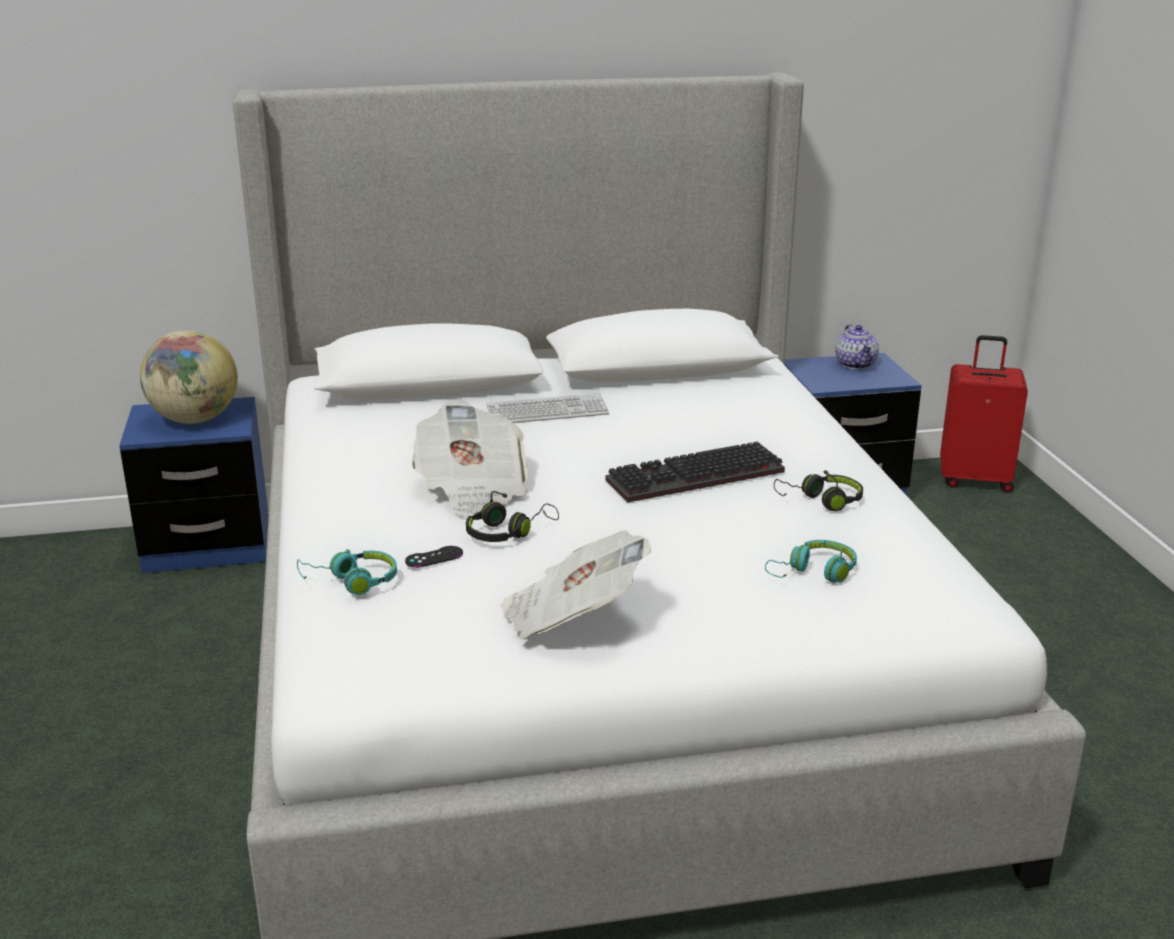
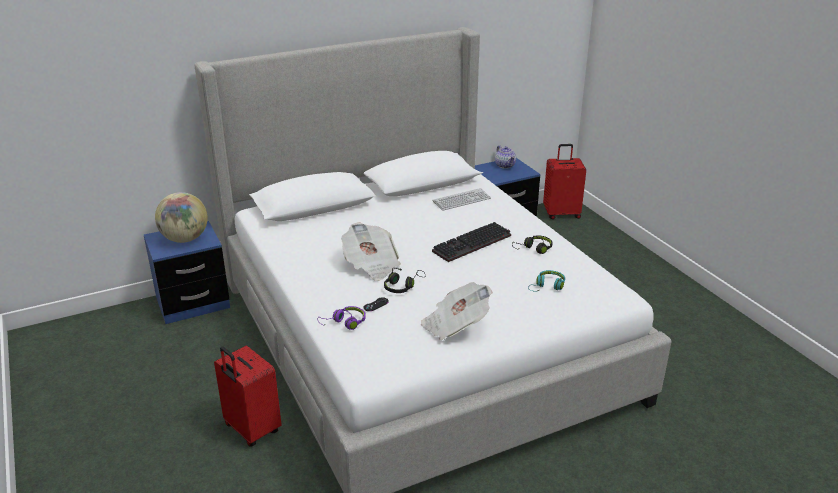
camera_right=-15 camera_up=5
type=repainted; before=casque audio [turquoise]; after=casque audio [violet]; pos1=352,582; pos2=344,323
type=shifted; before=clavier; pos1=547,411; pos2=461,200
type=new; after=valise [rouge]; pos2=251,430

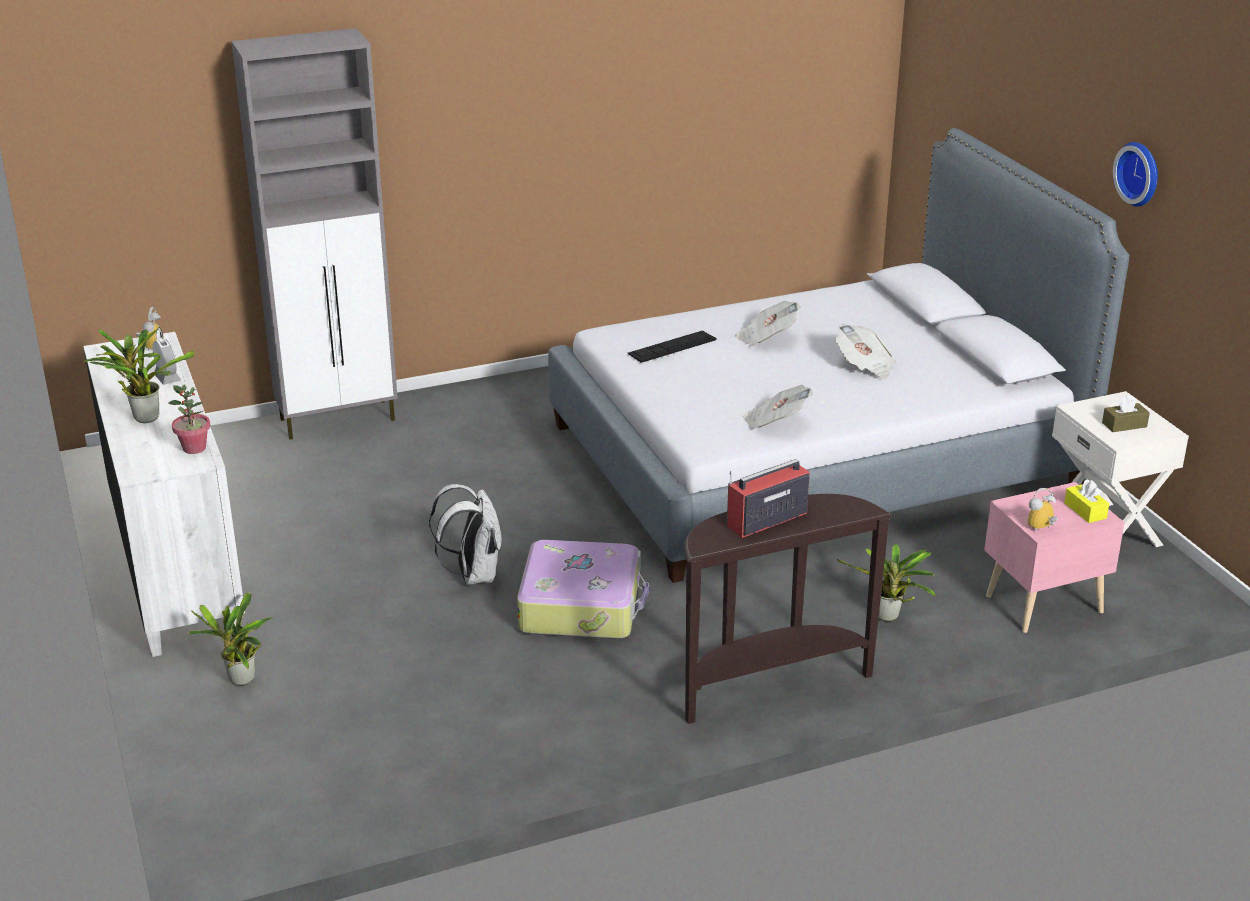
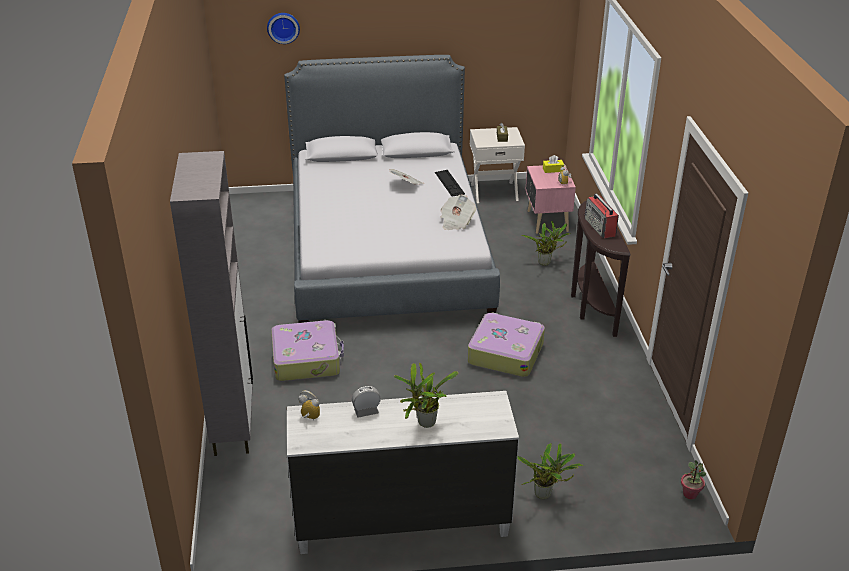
camera_right=-75 camera_up=5
type=shifted; before=plante en pot; pos1=194,448; pos2=690,494
type=gone; before=sac à dos [blanc]; pos1=473,574
type=shifted; before=clavier; pos1=672,346; pos2=449,183
type=gone; before=journal; pos1=766,338
type=shifted; before=horloge murale; pos1=1140,173; pos2=283,27
type=new; after=valise; pos2=307,359

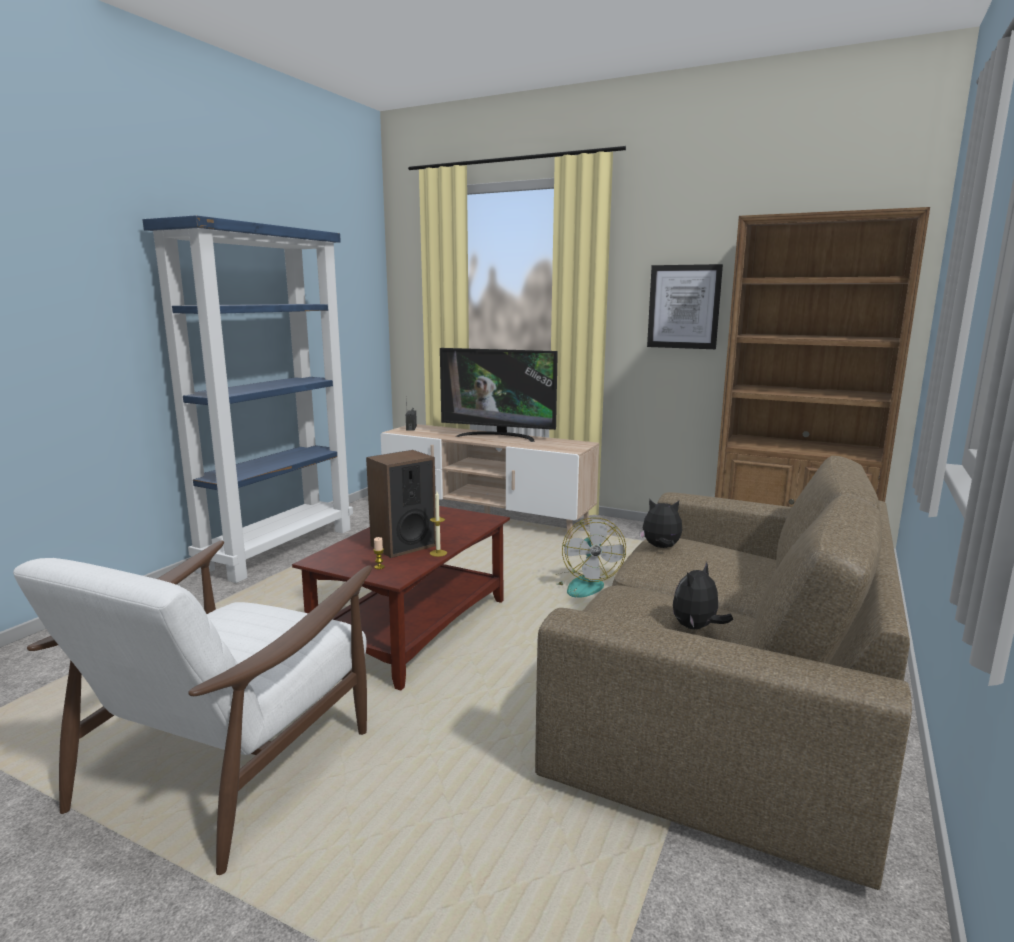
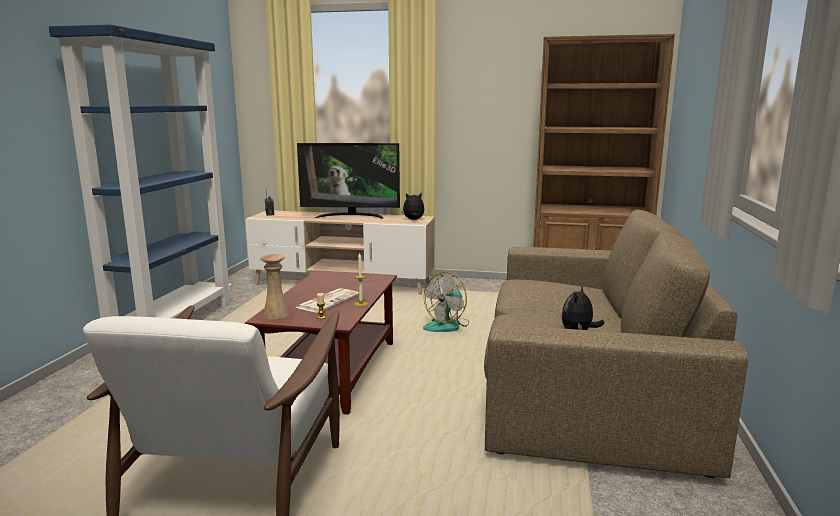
camera_right=-15 camera_up=0
type=swapped; before=enceinte; after=journal; pos1=403,545; pos2=328,301
type=rotated; before=ventilateur; pos1=582,584; pos2=447,326; turn=60
type=shifted; before=peluche; pos1=661,548; pos2=413,220
type=gone; before=tableau; pos1=684,307
type=new; after=vase [beige]; pos2=276,314

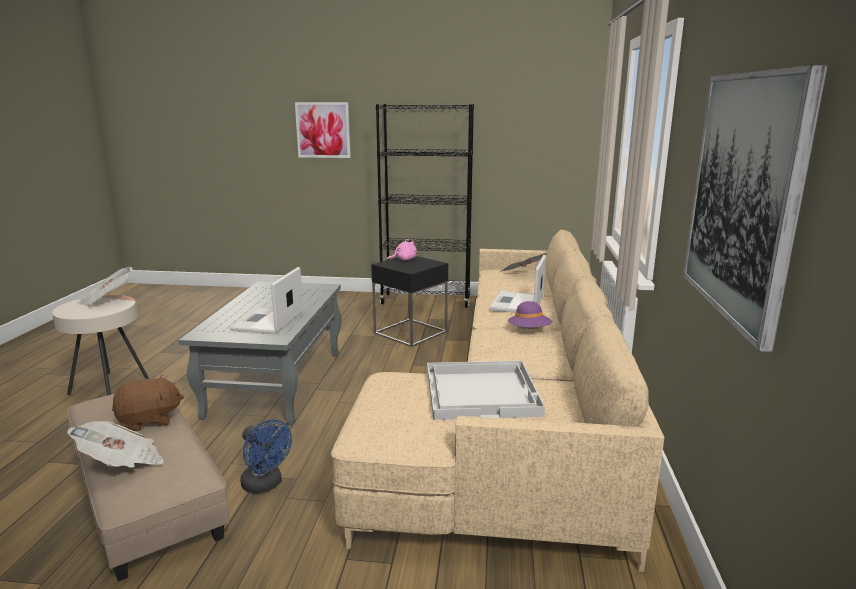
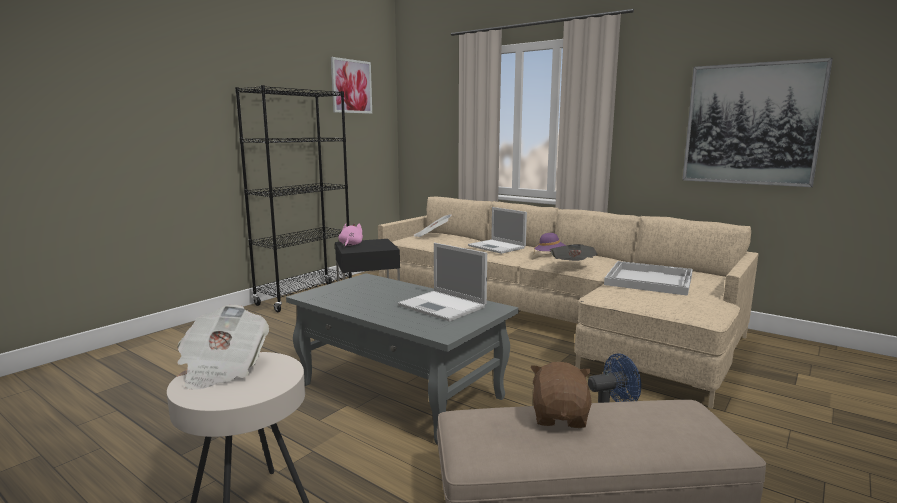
camera_right=-60 camera_up=-5
type=shifted; before=journal; pos1=122,463; pos2=573,266
type=shifted; before=tableau; pos1=323,130; pos2=351,86

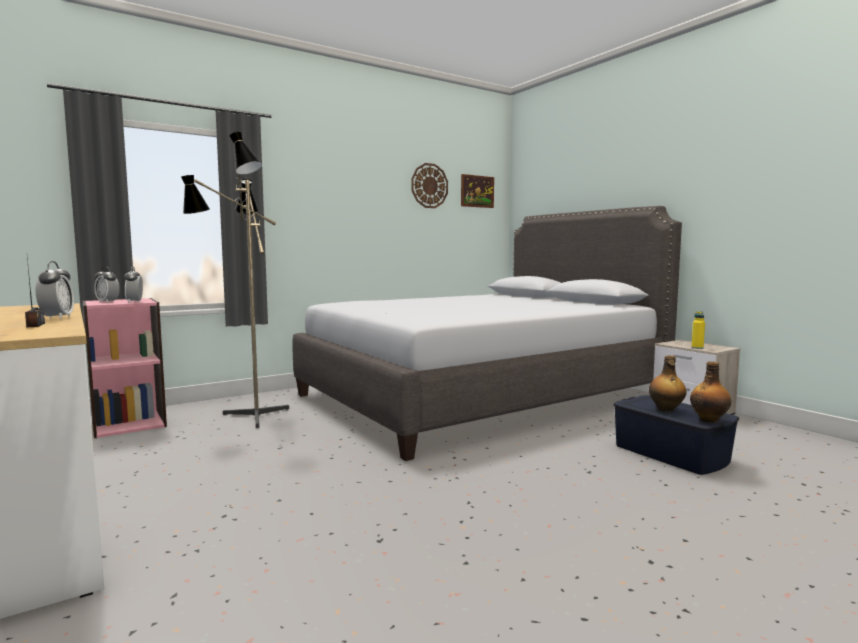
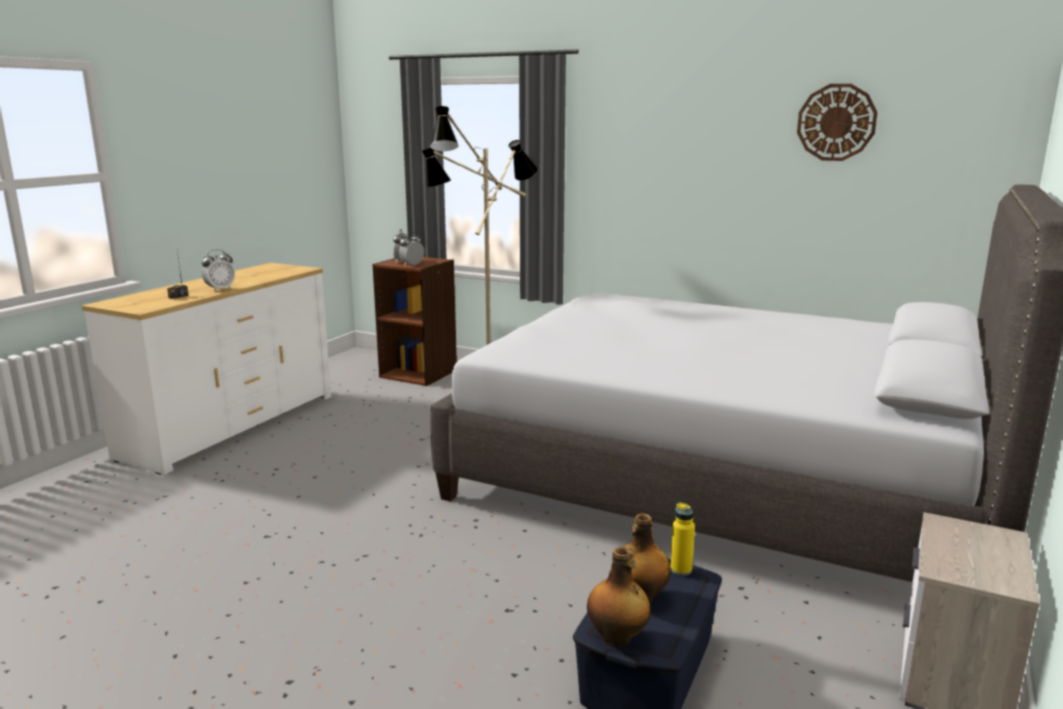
camera_right=60 camera_up=10
type=repainted; before=bibliothèque [rose]; after=bibliothèque [marron]; pos1=129,424; pos2=419,373
type=gone; before=tableau; pos1=477,191
type=shifted; before=bouteille [jaune]; pos1=697,348; pos2=681,570

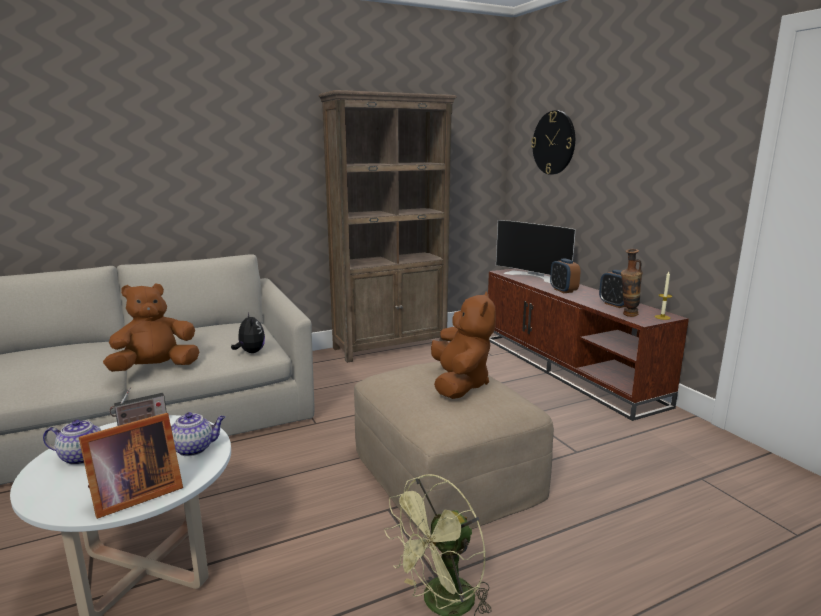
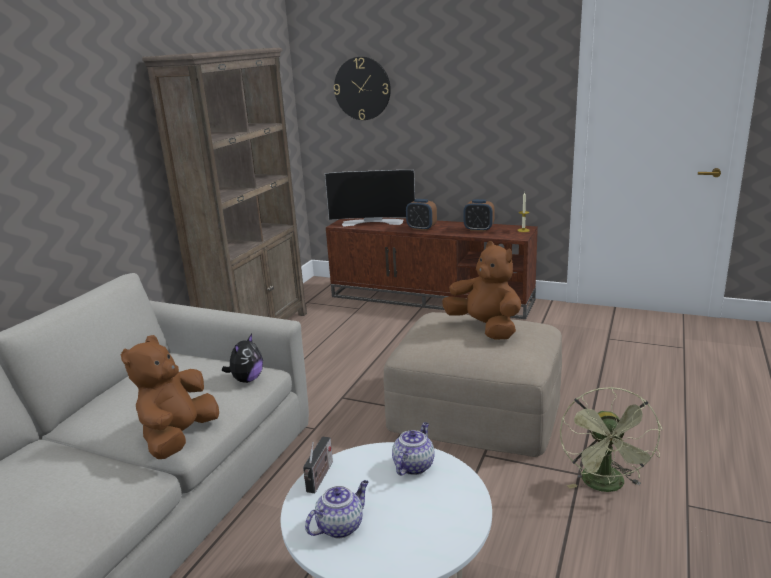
camera_right=-40 camera_up=5
type=gone; before=cadre photo; pos1=133,495
type=rotated; before=peluche; pos1=250,352; pos2=247,379; turn=90
type=gone; before=vase; pos1=627,315

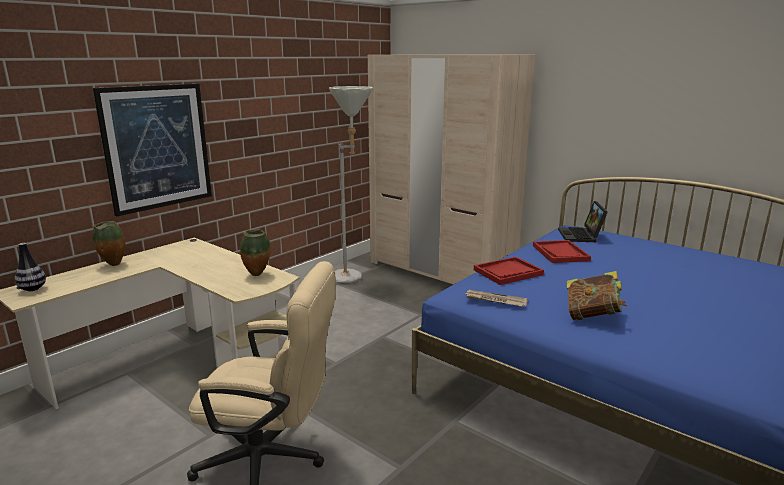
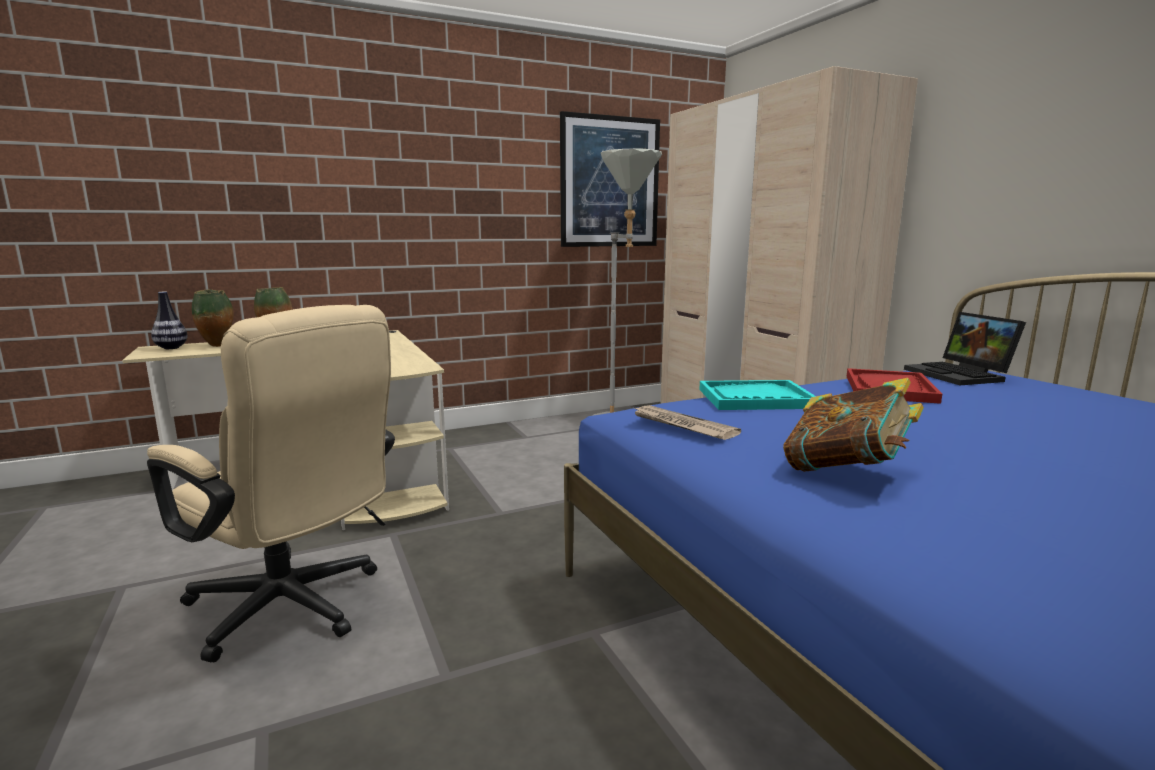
camera_right=25 camera_up=-5
type=shifted; before=tableau; pos1=157,147; pos2=610,182
type=shifted; before=vase; pos1=258,275; pos2=218,346
type=repainted; before=plateau [rouge]; after=plateau [turquoise]; pos1=508,272; pos2=755,398
type=rotated; before=ordinateur portable; pos1=581,236; pos2=961,375; turn=-45

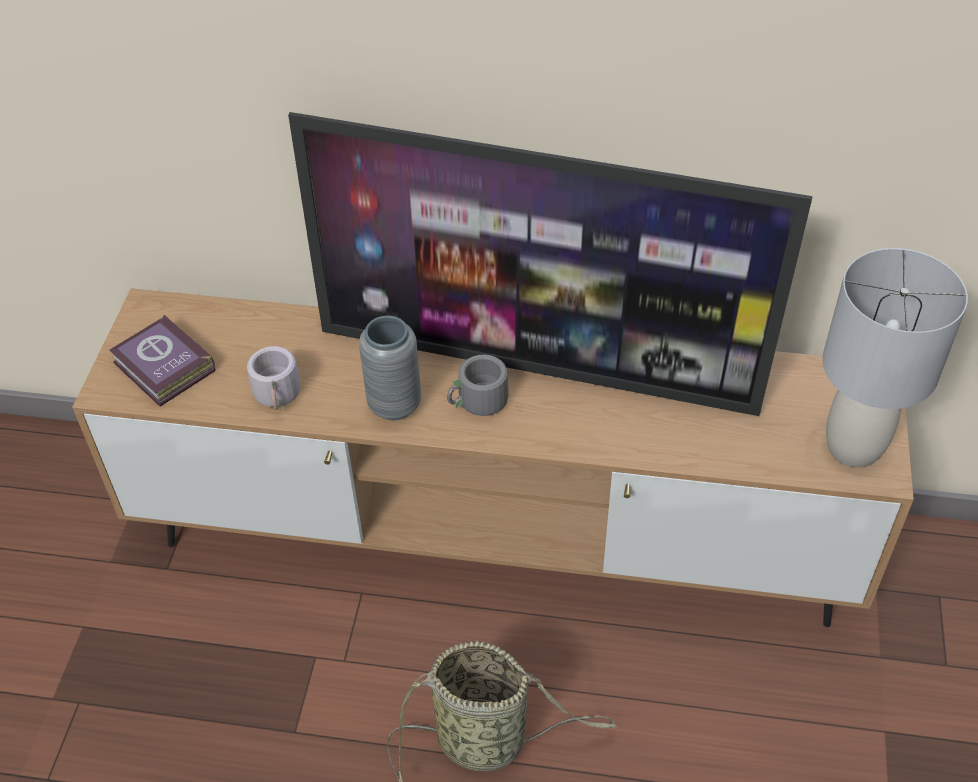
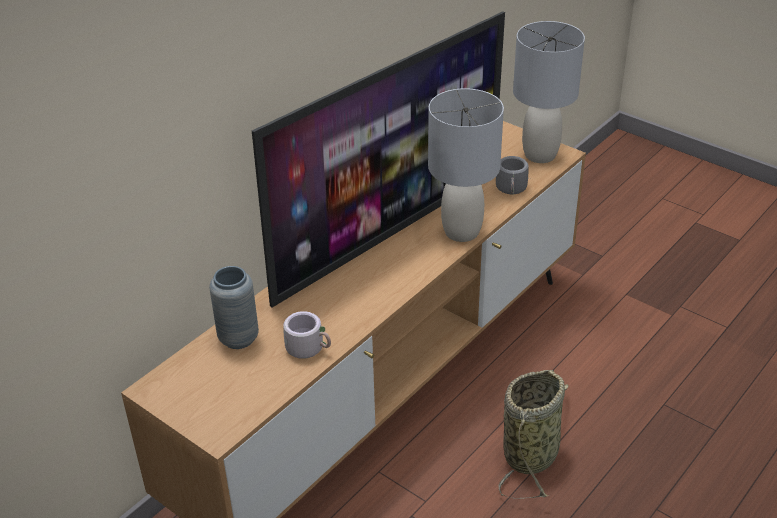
camera_right=-60 camera_up=-10
type=gone; before=livre; pos1=164,369
type=shifted; before=vase [gris]; pos1=394,405; pos2=238,338
type=shifted; before=mug [gris]; pos1=479,404; pos2=513,189
type=new; after=lampe de table [gris]; pos2=462,232

